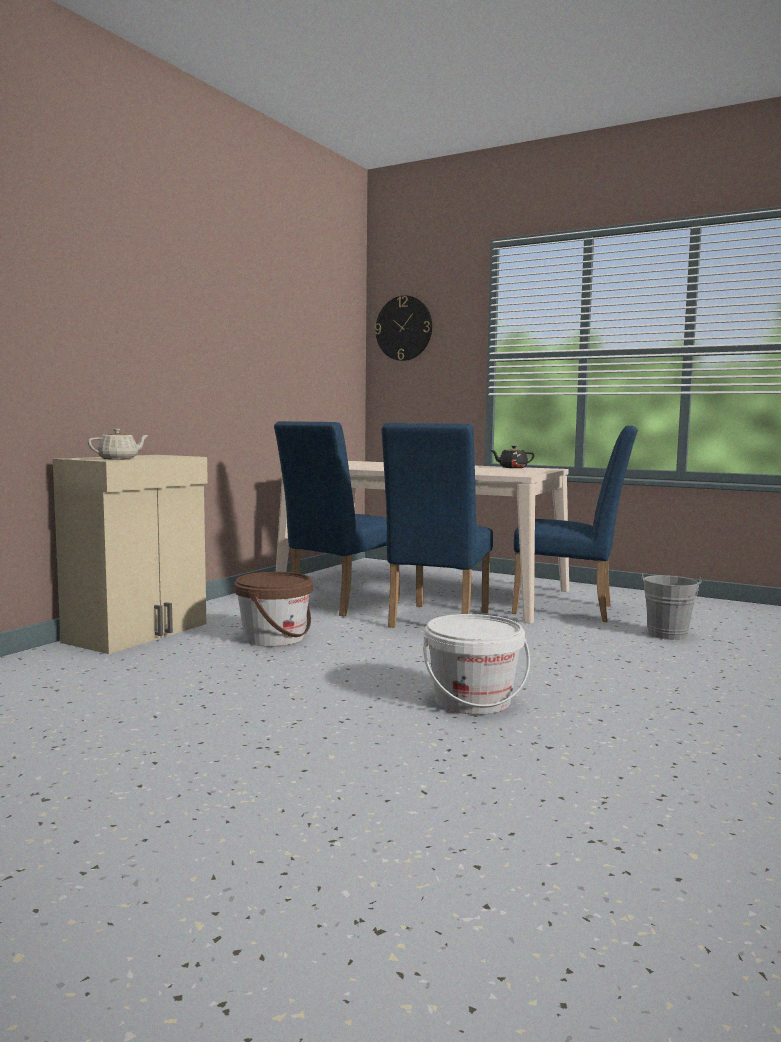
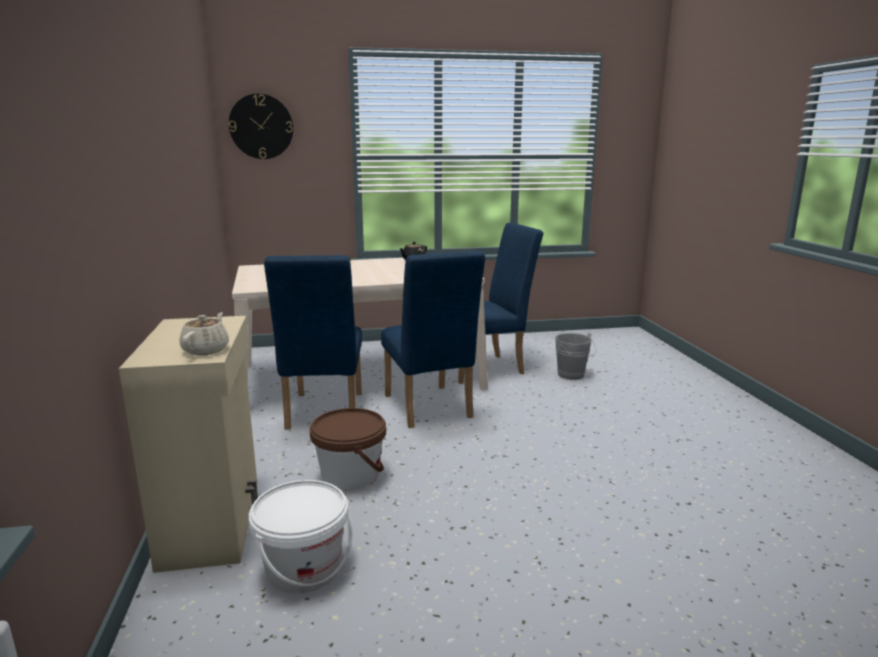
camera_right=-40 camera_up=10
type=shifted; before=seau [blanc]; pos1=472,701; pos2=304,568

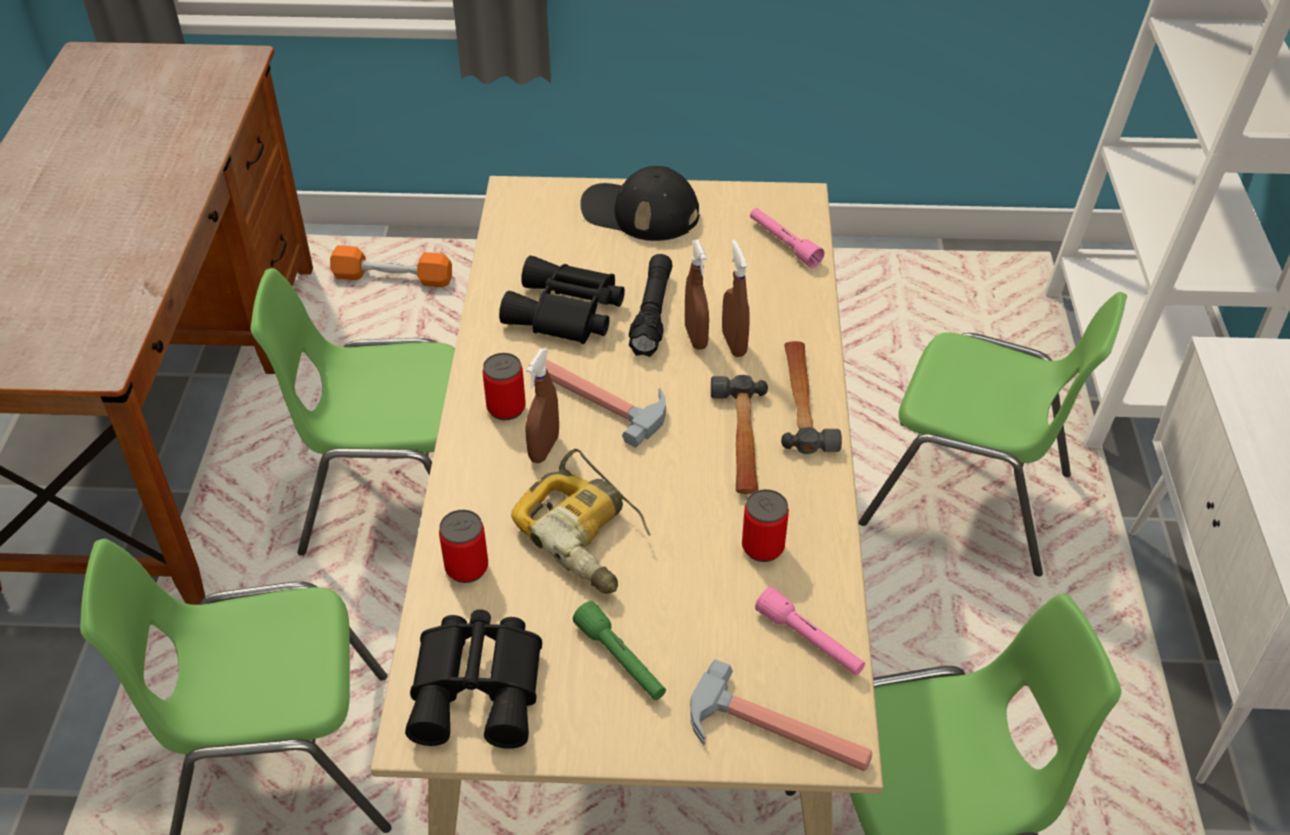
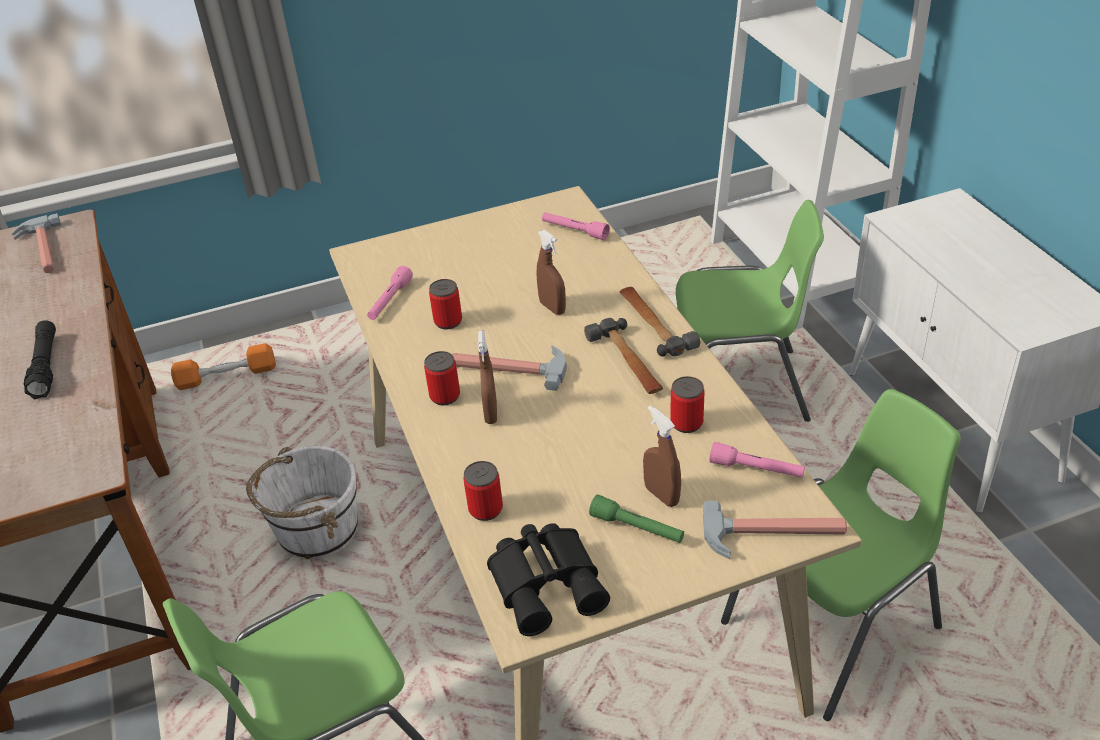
camera_right=-20 camera_up=-5
type=swapped; before=chaise [vert]; after=seau [blanc]; pos1=394,497; pos2=316,530
type=swapped; before=jumelles [noir]; after=boîte métallique; pos1=565,313; pos2=448,321
type=gone; before=perceuse; pos1=588,534
type=gone; before=casquette [noir]; pos1=639,212
type=shifted; before=lampe de poche [noir]; pos1=652,314; pos2=45,366
type=shifted; before=vaporisateur [marron]; pos1=734,344; pos2=661,495
type=new; after=marteau; pos2=41,250
type=new; after=lampe de poche [rose]; pos2=390,301

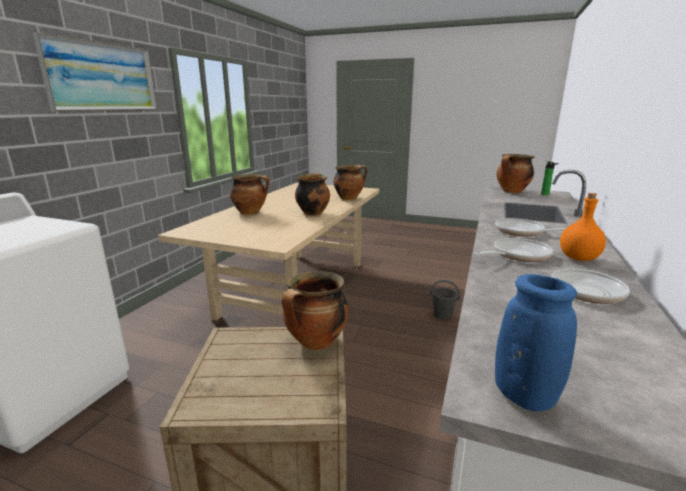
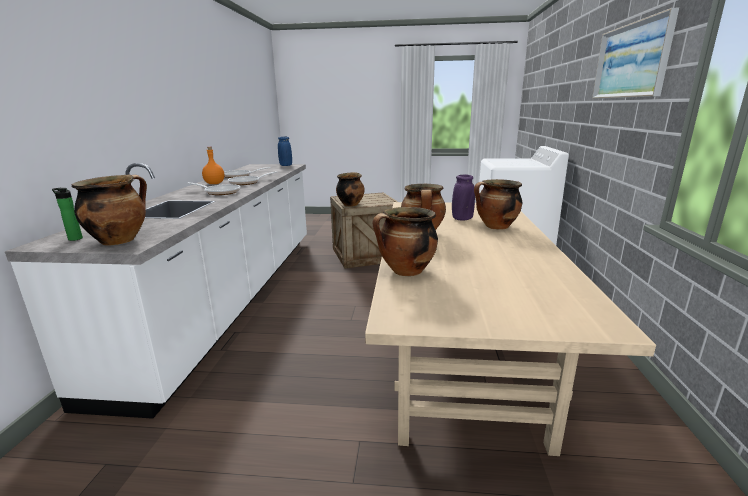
camera_right=165 camera_up=0
type=gone; before=seau [gris]; pos1=442,314
type=new; after=vase [violet]; pos2=462,219

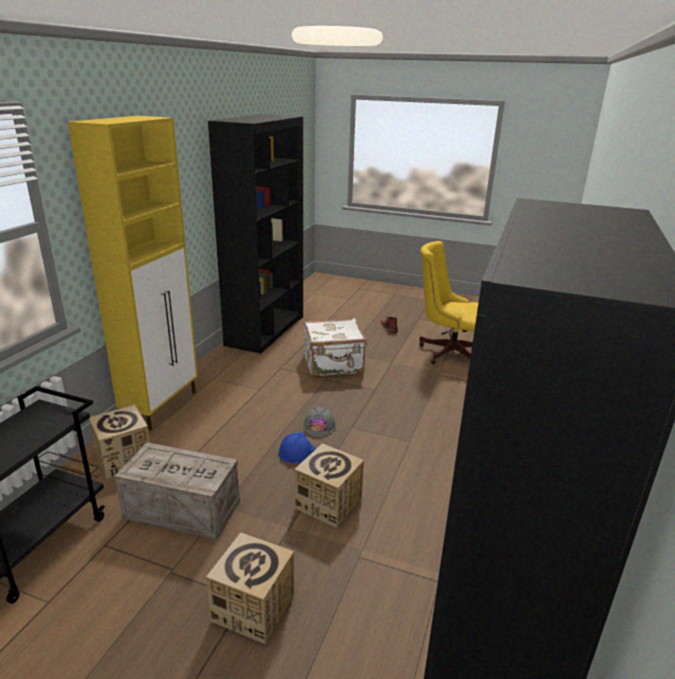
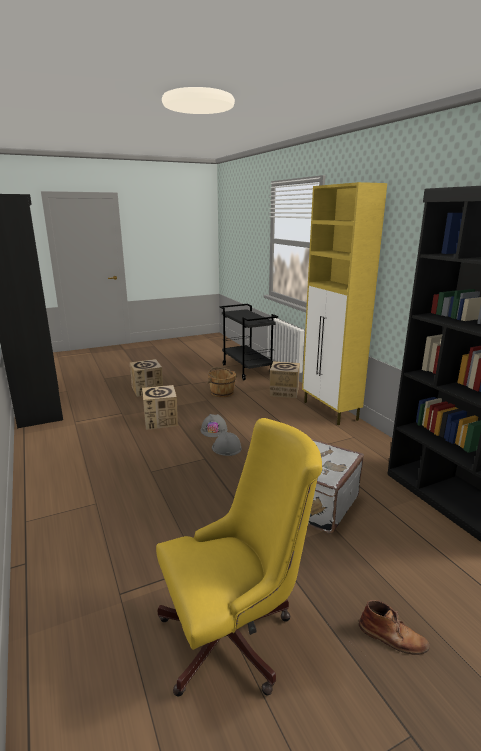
camera_right=135 camera_up=-5
type=swapped; before=caisse; after=seau [marron]; pos1=180,510; pos2=222,392
type=repainted; before=casque de chantier [bleu]; after=casque de chantier [gris]; pos1=297,452; pos2=214,430

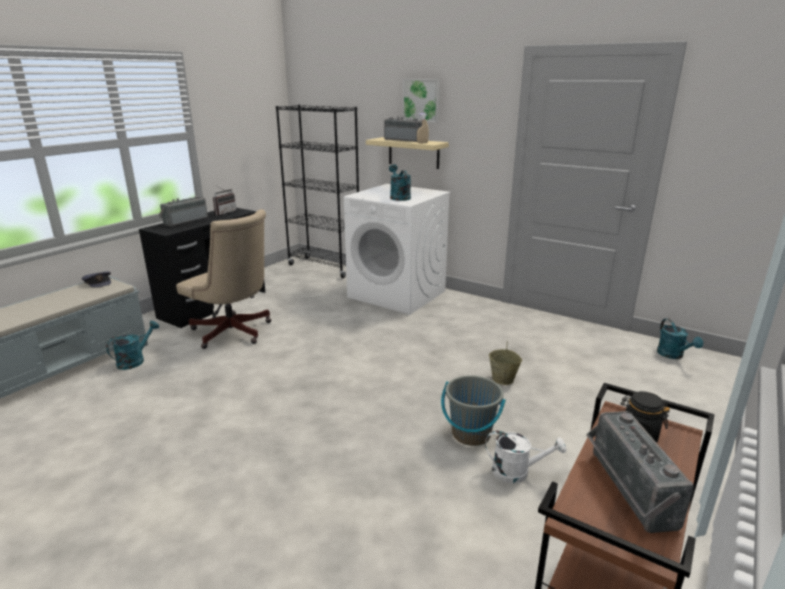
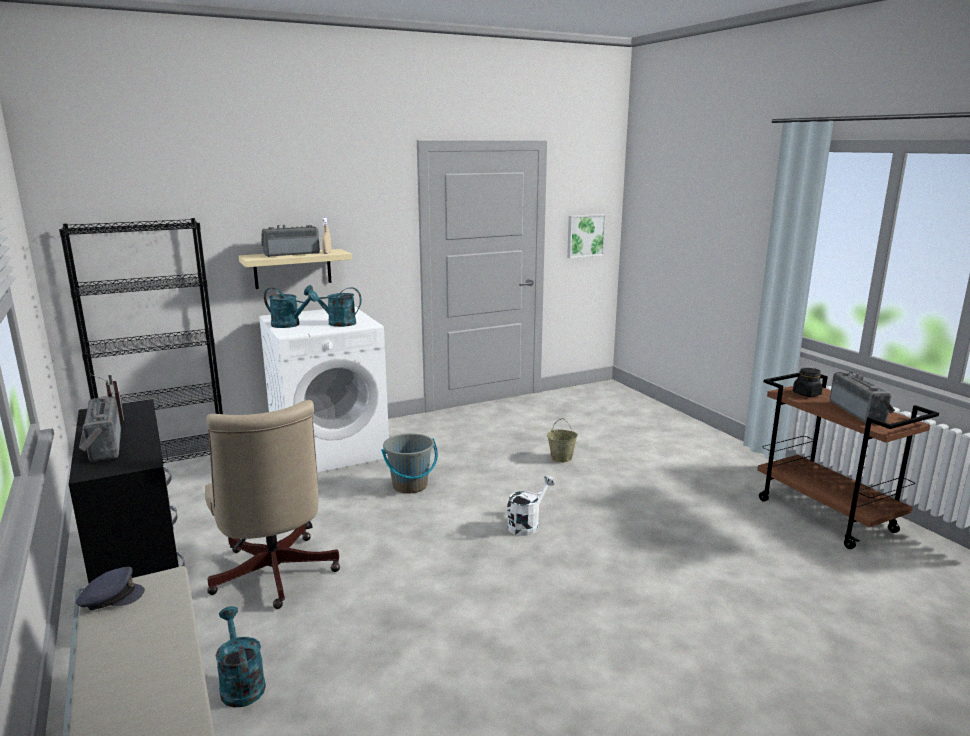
camera_right=-60 camera_up=-5
type=rotated; before=chaise de bureau [beige]; pos1=234,333; pos2=274,577; turn=90
type=shifted; before=tableau; pos1=422,100; pos2=585,235
type=shifted; before=seau [gris]; pos1=471,434; pos2=410,486
type=shifted; before=arrosoir [blanc]; pos1=517,472; pos2=527,524
type=rotated; before=radio; pos1=626,489; pos2=860,412; turn=-120
type=shifted; before=arrosoir [turquoise]; pos1=673,355; pos2=290,325

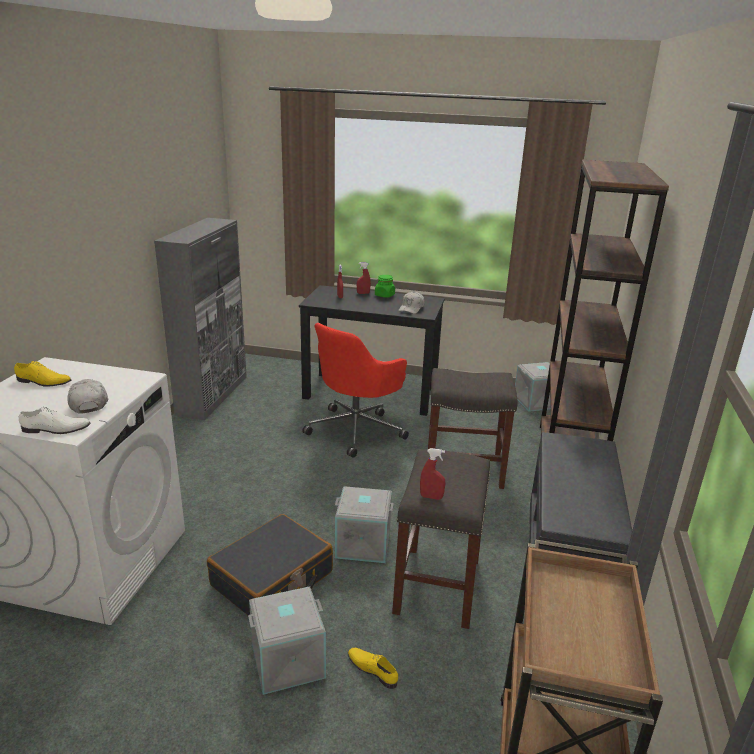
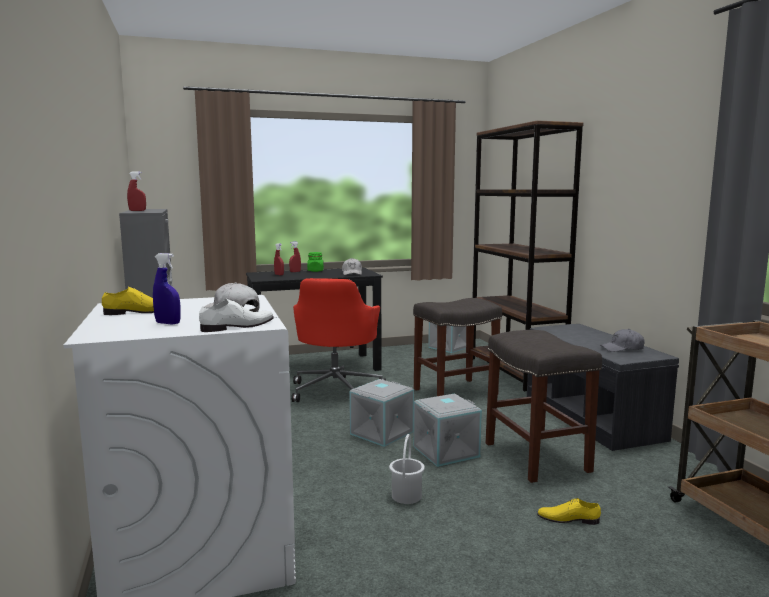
camera_right=-30 camera_up=-15
type=swapped; before=valise [noir]; after=seau [blanc]; pos1=272,579; pos2=406,496
type=shifted; before=boîte de rangement [gris]; pos1=287,662; pos2=382,433
type=shifted; before=vaporisateur [rouge]; pos1=431,497; pos2=137,211
type=new; after=vaporisateur [bleu]; pos2=168,323
type=new; after=casquette [gris]; pos2=622,348

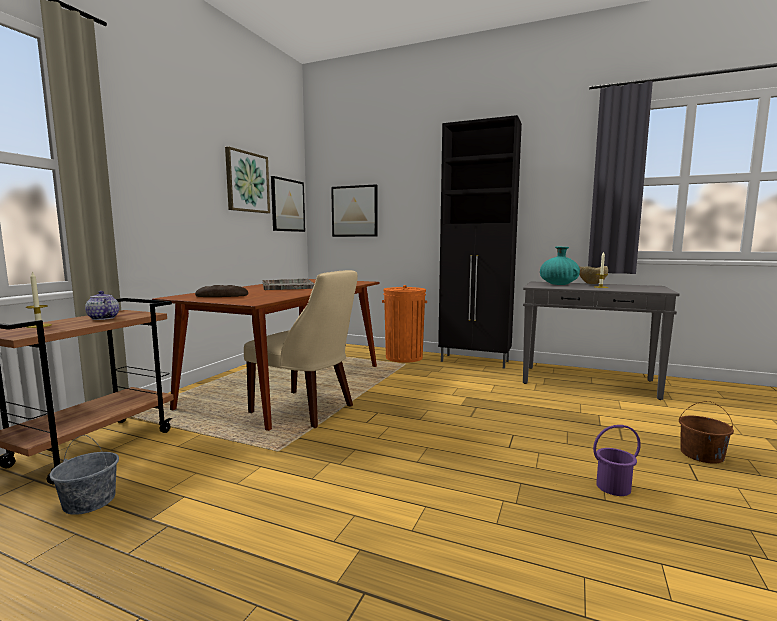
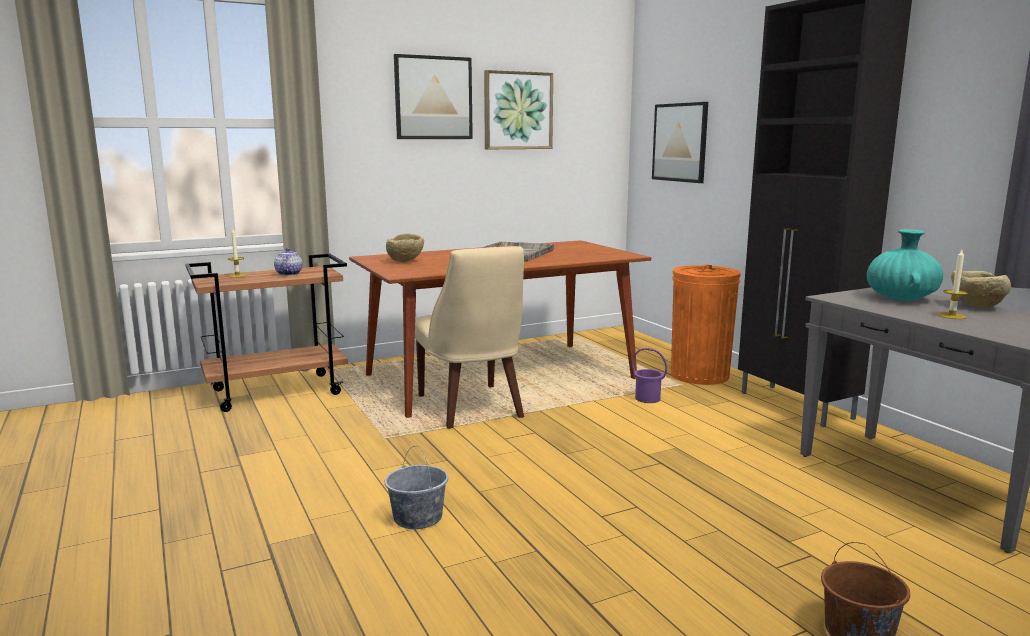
camera_right=40 camera_up=5
type=shifted; before=seau [gris]; pos1=89,502; pos2=417,517
type=swapped; before=pain; after=bol [beige]; pos1=222,296; pos2=405,261
type=shifted; before=tableau; pos1=287,205; pos2=433,98
type=shifted; before=seau [violet]; pos1=612,487; pos2=647,398

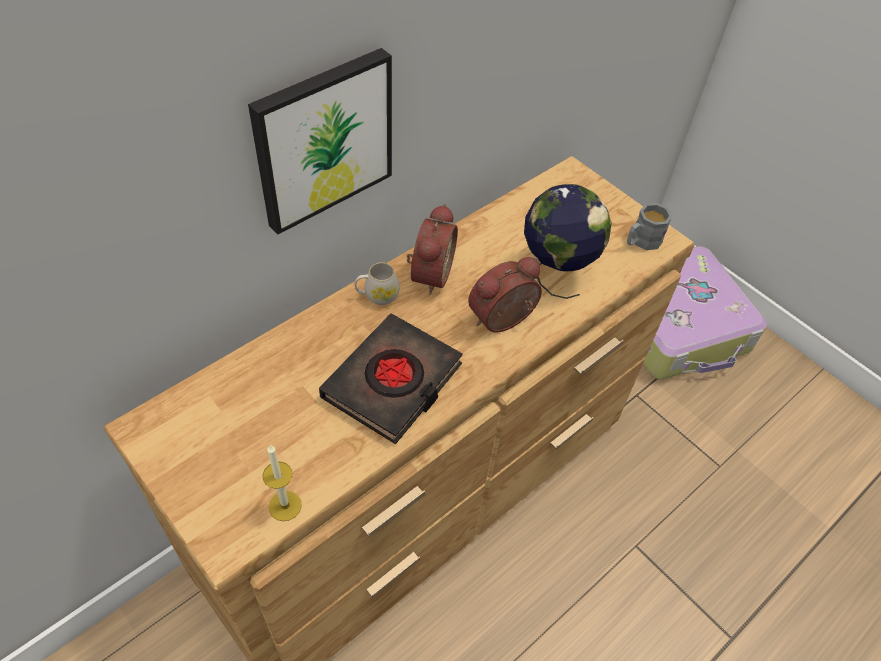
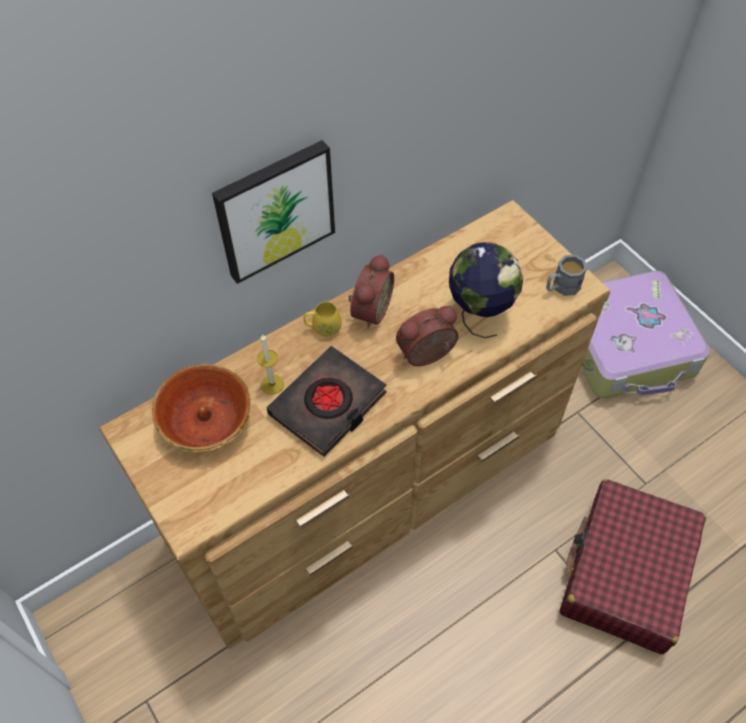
camera_right=10 camera_up=5
type=shifted; before=bougie; pos1=285,506; pos2=272,384
type=repainted; before=mug [blanc]; after=mug [jaune]; pos1=377,295; pos2=323,328
type=new; after=bol; pos2=205,420
type=new; after=valise [rouge]; pos2=625,573

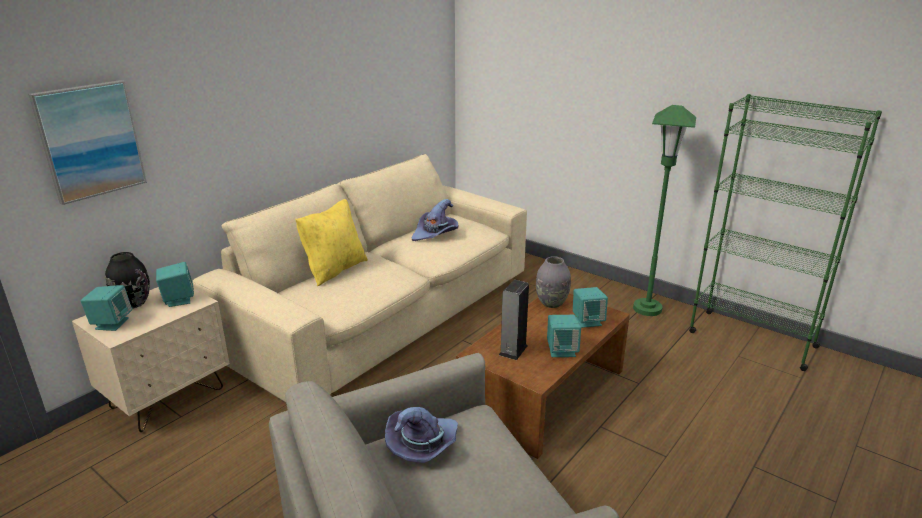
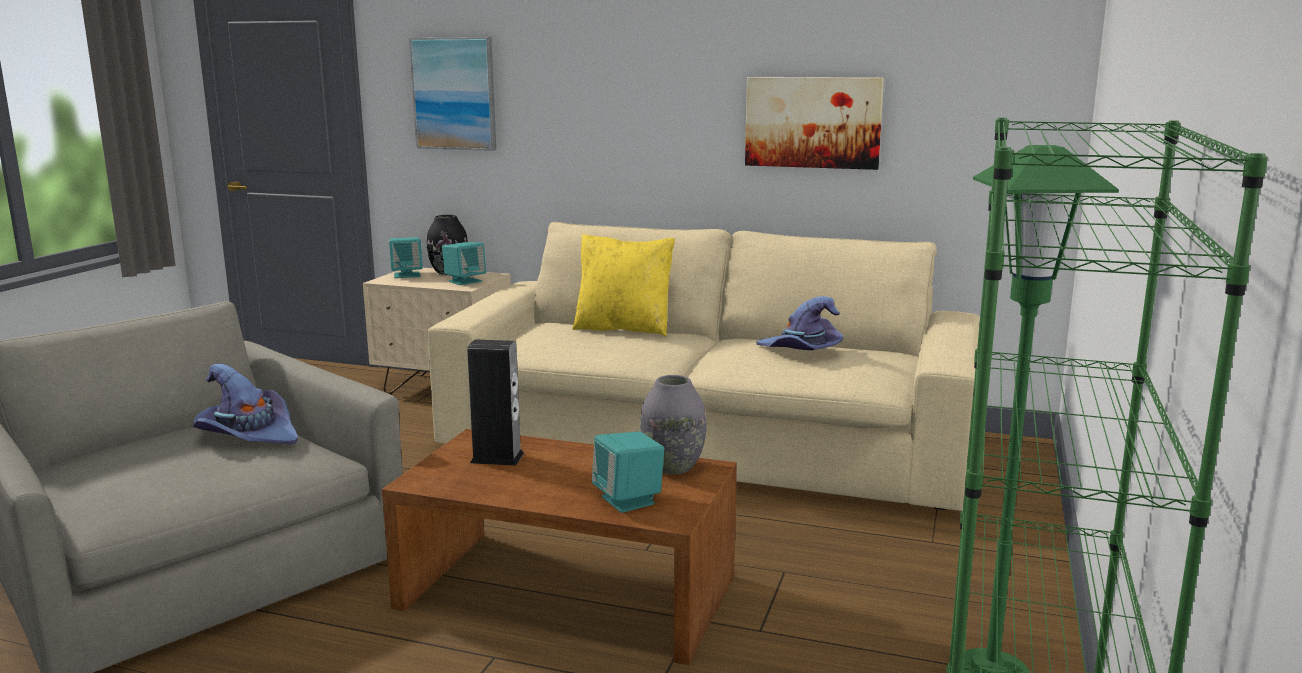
camera_right=70 camera_up=-10
type=gone; before=enceinte [turquoise]; pos1=562,351
type=new; after=tableau; pos2=813,122

